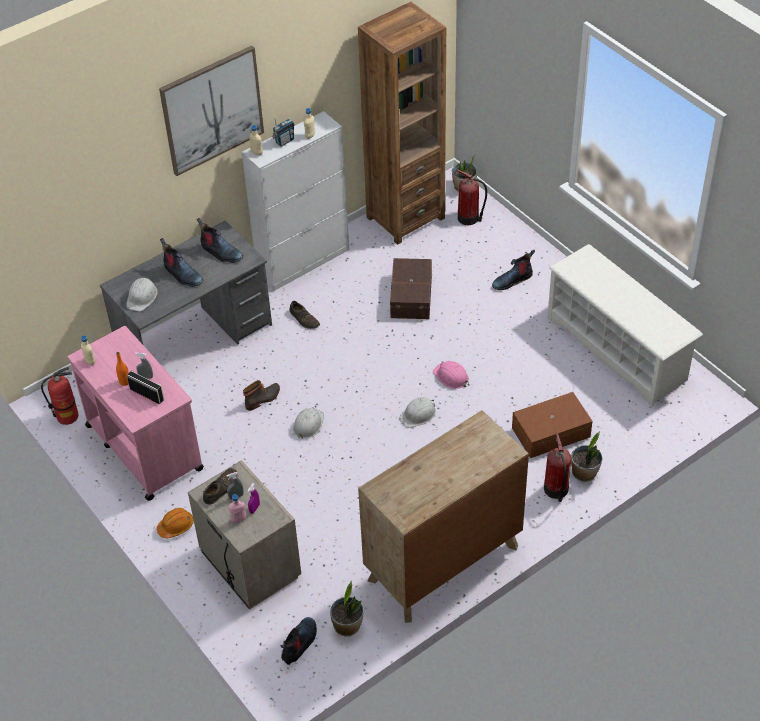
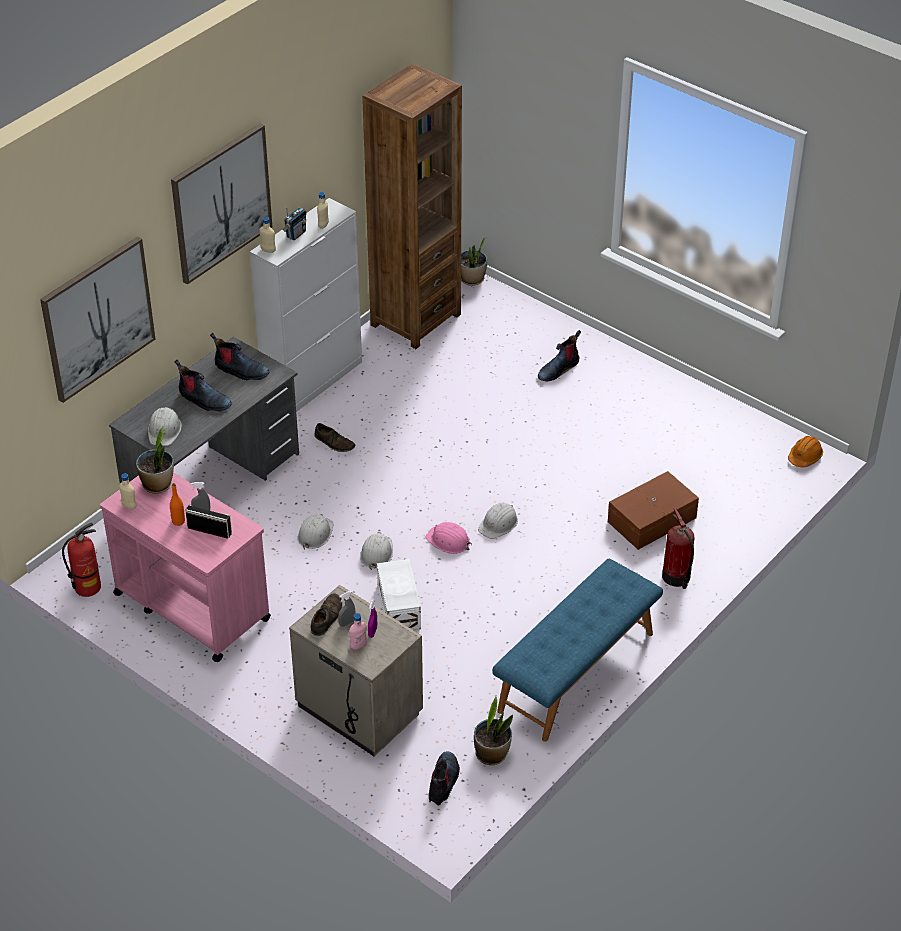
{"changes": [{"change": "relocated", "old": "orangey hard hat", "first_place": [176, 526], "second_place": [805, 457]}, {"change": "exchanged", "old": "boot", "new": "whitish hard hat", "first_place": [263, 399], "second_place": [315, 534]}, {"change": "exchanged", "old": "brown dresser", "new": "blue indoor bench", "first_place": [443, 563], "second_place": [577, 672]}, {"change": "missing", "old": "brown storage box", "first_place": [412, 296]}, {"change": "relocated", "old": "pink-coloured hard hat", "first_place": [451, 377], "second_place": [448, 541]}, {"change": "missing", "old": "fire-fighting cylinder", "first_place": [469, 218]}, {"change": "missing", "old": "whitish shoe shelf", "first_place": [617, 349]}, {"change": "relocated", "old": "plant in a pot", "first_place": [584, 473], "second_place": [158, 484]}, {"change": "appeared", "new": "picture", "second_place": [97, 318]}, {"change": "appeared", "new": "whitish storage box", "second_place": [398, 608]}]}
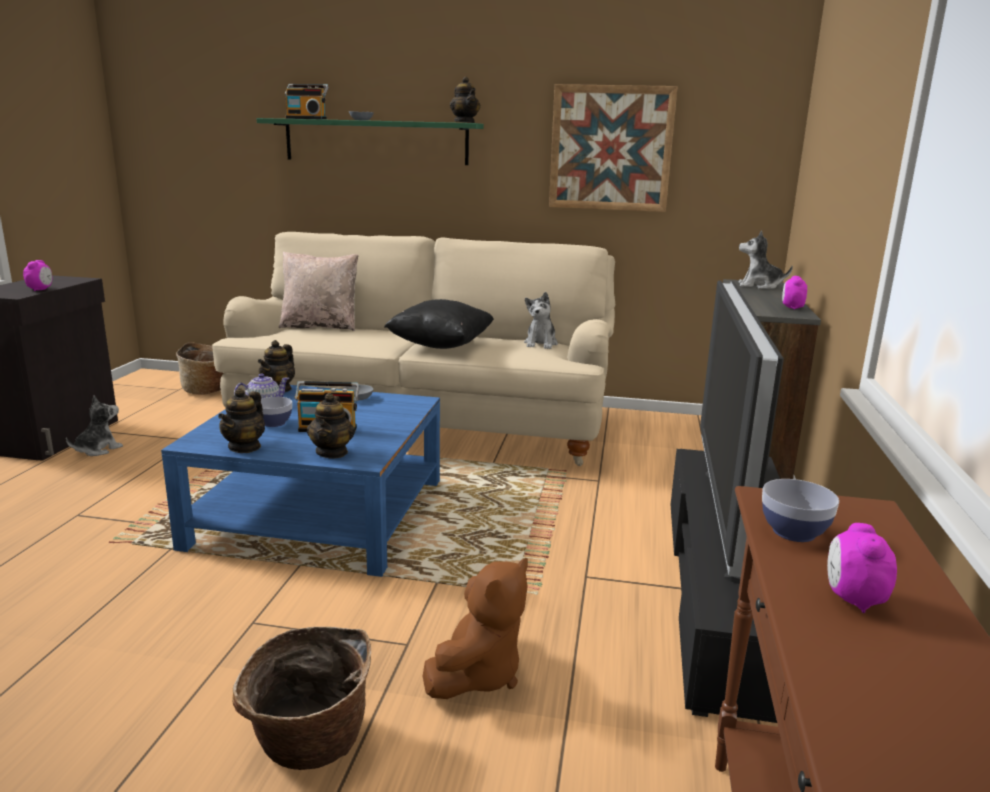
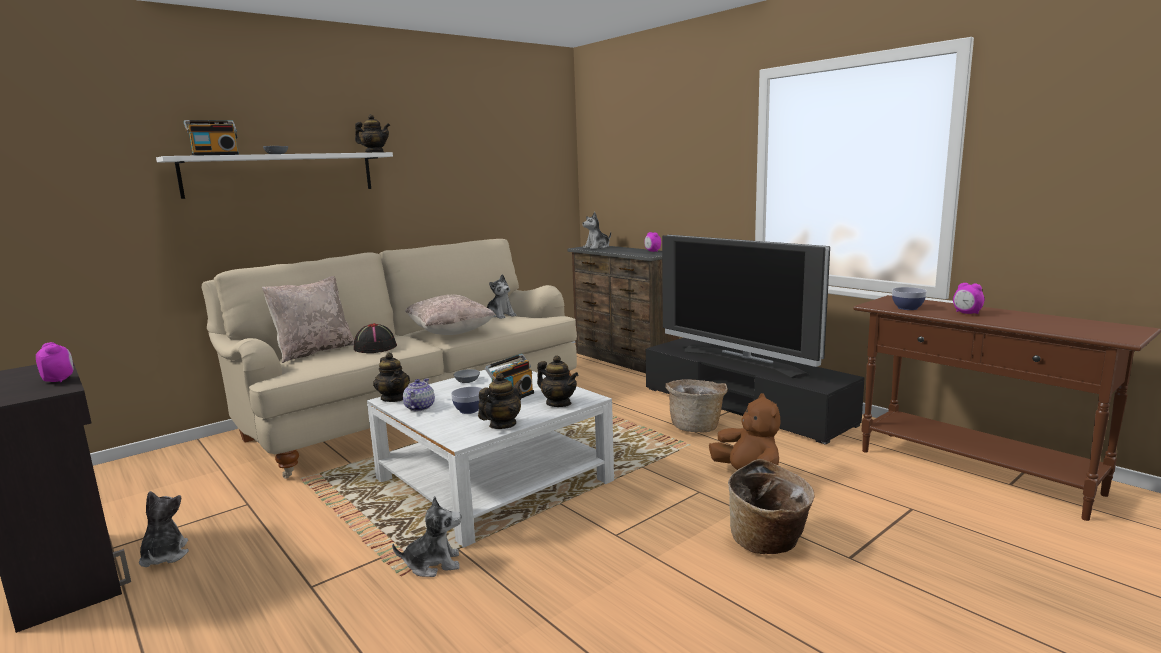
{"changes": [{"change": "colour", "old": "blue low table", "new": "whitish low table", "first_place": [319, 512], "second_place": [493, 480]}, {"change": "relocated", "old": "household basket", "first_place": [208, 390], "second_place": [696, 426]}, {"change": "spun", "old": "teapot", "first_place": [245, 447], "second_place": [502, 425], "degrees": -105}, {"change": "colour", "old": "green-coloured bracket shelf", "new": "whitish bracket shelf", "first_place": [376, 142], "second_place": [281, 174]}, {"change": "colour", "old": "blackish cushion", "new": "beige-coloured cushion", "first_place": [441, 345], "second_place": [450, 333]}, {"change": "missing", "old": "picture", "first_place": [611, 148]}, {"change": "appeared", "new": "blackish wearable hat", "second_place": [375, 347]}, {"change": "appeared", "new": "cuddly toy", "second_place": [433, 564]}]}
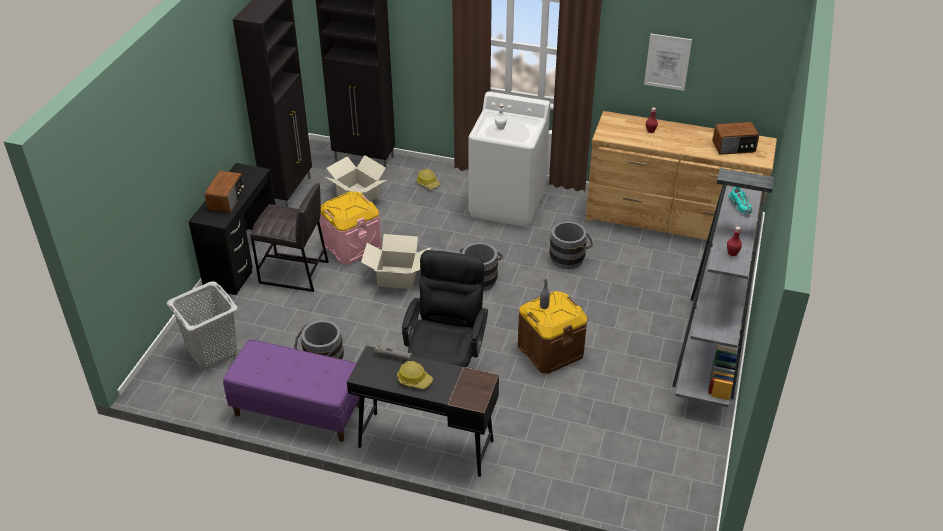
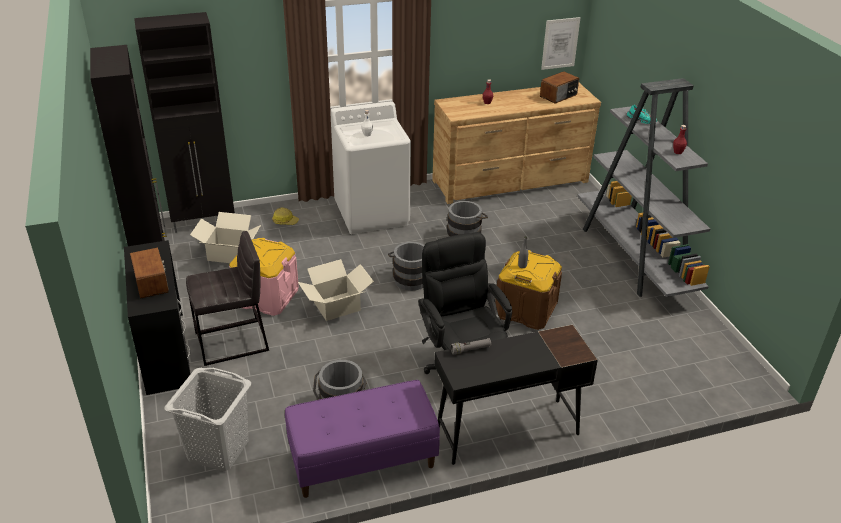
{"changes": [{"change": "missing", "old": "hard hat", "first_place": [414, 379]}, {"change": "relocated", "old": "picture", "first_place": [667, 62], "second_place": [560, 43]}]}
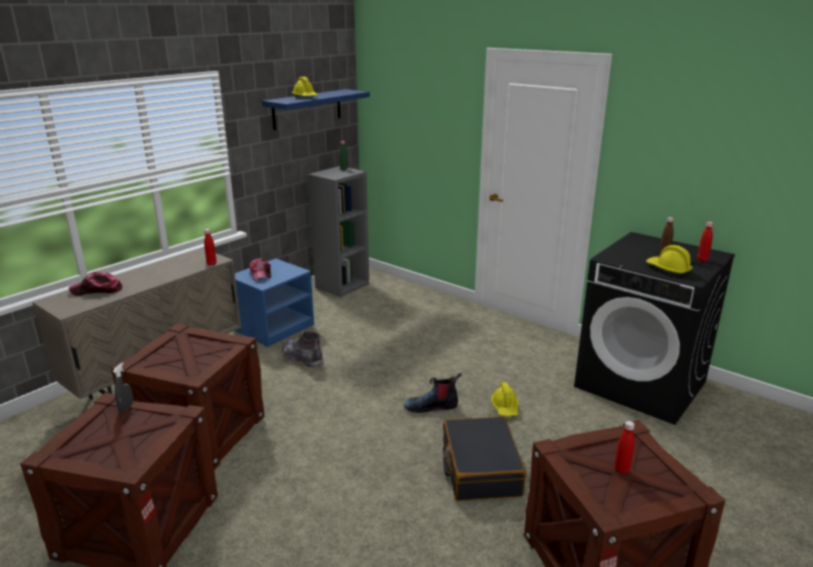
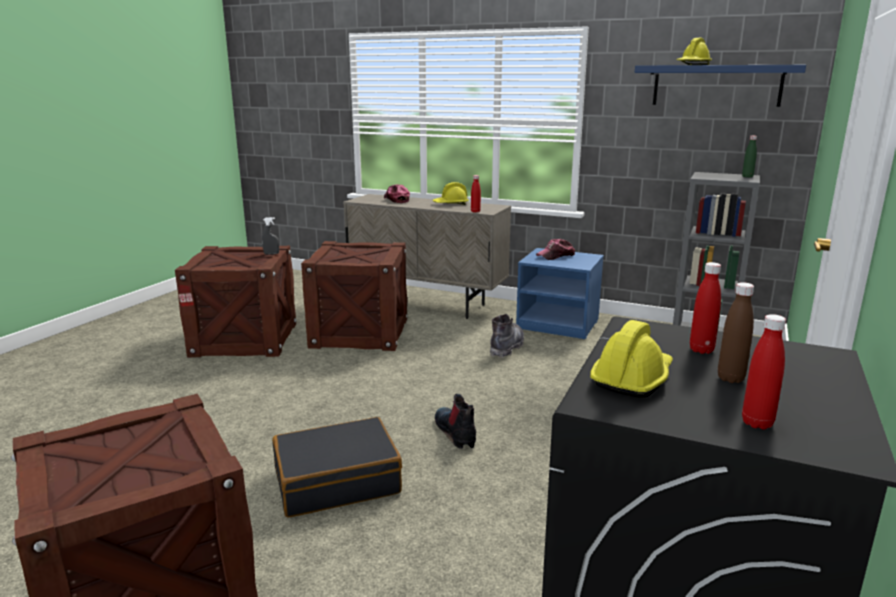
{"changes": [{"change": "relocated", "old": "yellow-coloured hard hat", "first_place": [505, 407], "second_place": [450, 204]}, {"change": "relocated", "old": "red-coloured beverage bottle", "first_place": [621, 470], "second_place": [701, 350]}]}
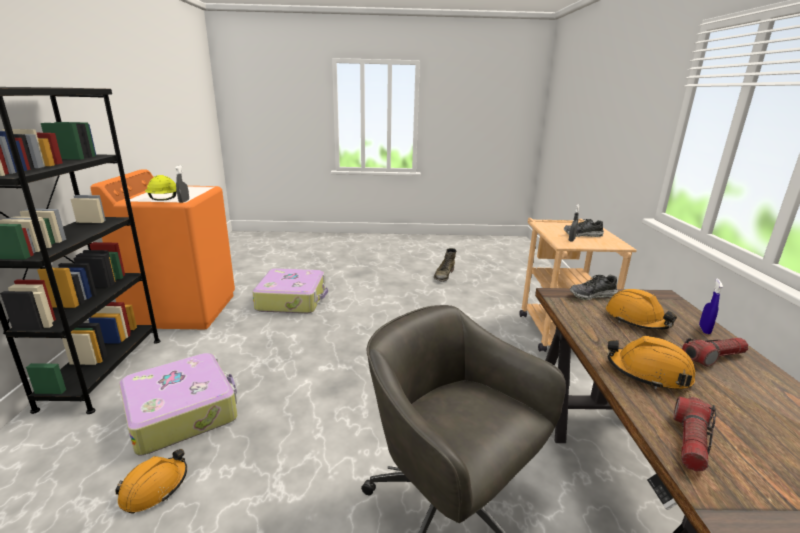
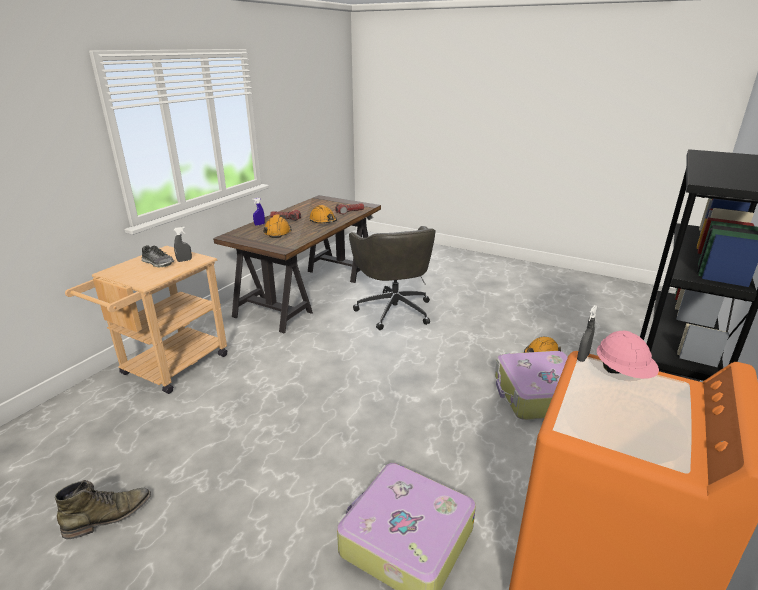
{"changes": [{"change": "colour", "old": "yellow-coloured hard hat", "new": "pink-coloured hard hat", "first_place": [163, 199], "second_place": [623, 373]}, {"change": "missing", "old": "item of footwear", "first_place": [592, 295]}]}
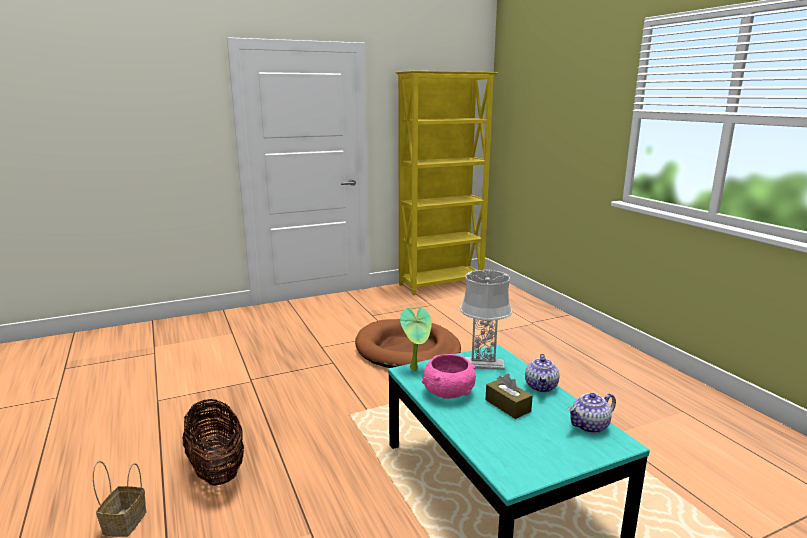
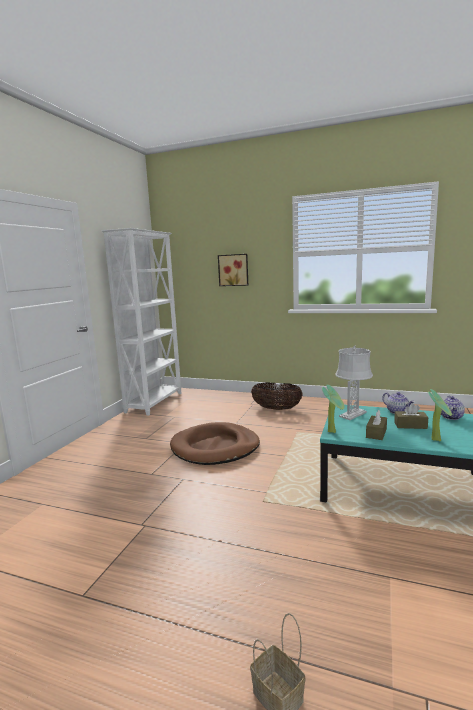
{"changes": [{"change": "relocated", "old": "household basket", "first_place": [217, 468], "second_place": [276, 409]}, {"change": "colour", "old": "yellow-coloured bookcase", "new": "whitish bookcase", "first_place": [442, 284], "second_place": [155, 402]}, {"change": "exchanged", "old": "pink-coloured bowl", "new": "brown tissue holder", "first_place": [448, 392], "second_place": [376, 433]}, {"change": "appeared", "new": "picture", "second_place": [233, 270]}, {"change": "appeared", "new": "plant in a pot", "second_place": [437, 439]}]}
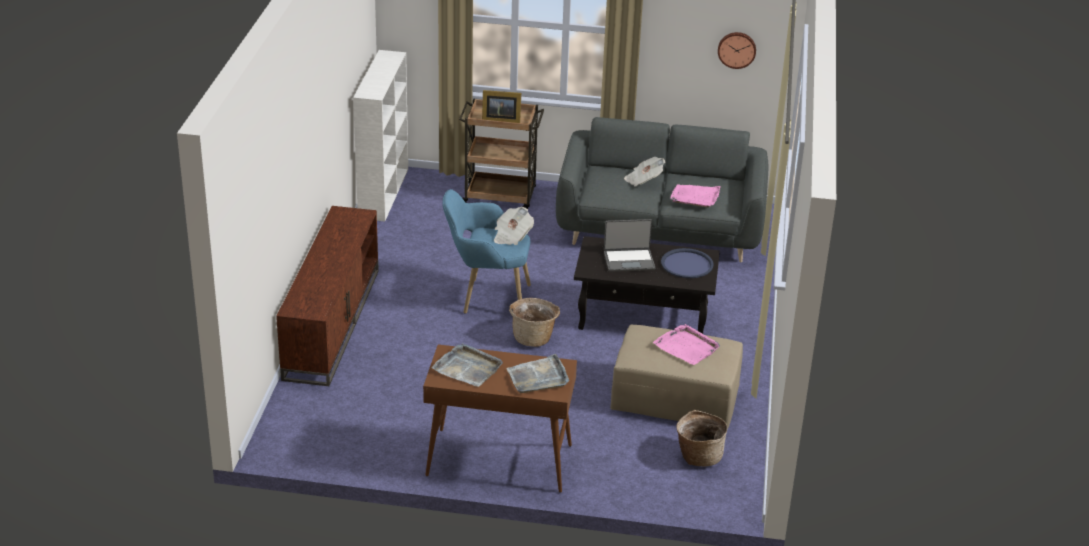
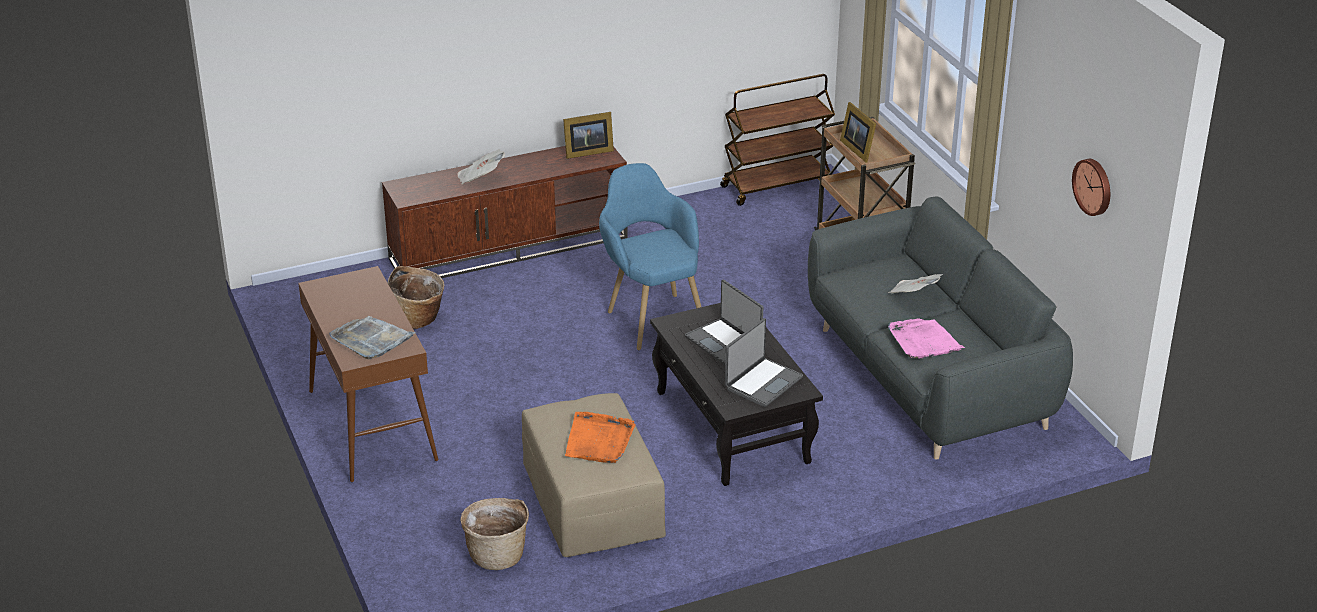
{"changes": [{"change": "exchanged", "old": "whitish bookcase", "new": "brown cart", "first_place": [383, 192], "second_place": [776, 185]}, {"change": "missing", "old": "greyish carrying tray", "first_place": [468, 368]}, {"change": "relocated", "old": "newspaper", "first_place": [512, 236], "second_place": [480, 178]}, {"change": "relocated", "old": "household basket", "first_place": [533, 337], "second_place": [418, 319]}, {"change": "colour", "old": "pink-coloured carrying tray", "new": "orangey carrying tray", "first_place": [687, 347], "second_place": [599, 441]}, {"change": "exchanged", "old": "blue carrying tray", "new": "laptop", "first_place": [687, 264], "second_place": [762, 383]}, {"change": "appeared", "new": "standing frame", "second_place": [586, 152]}]}
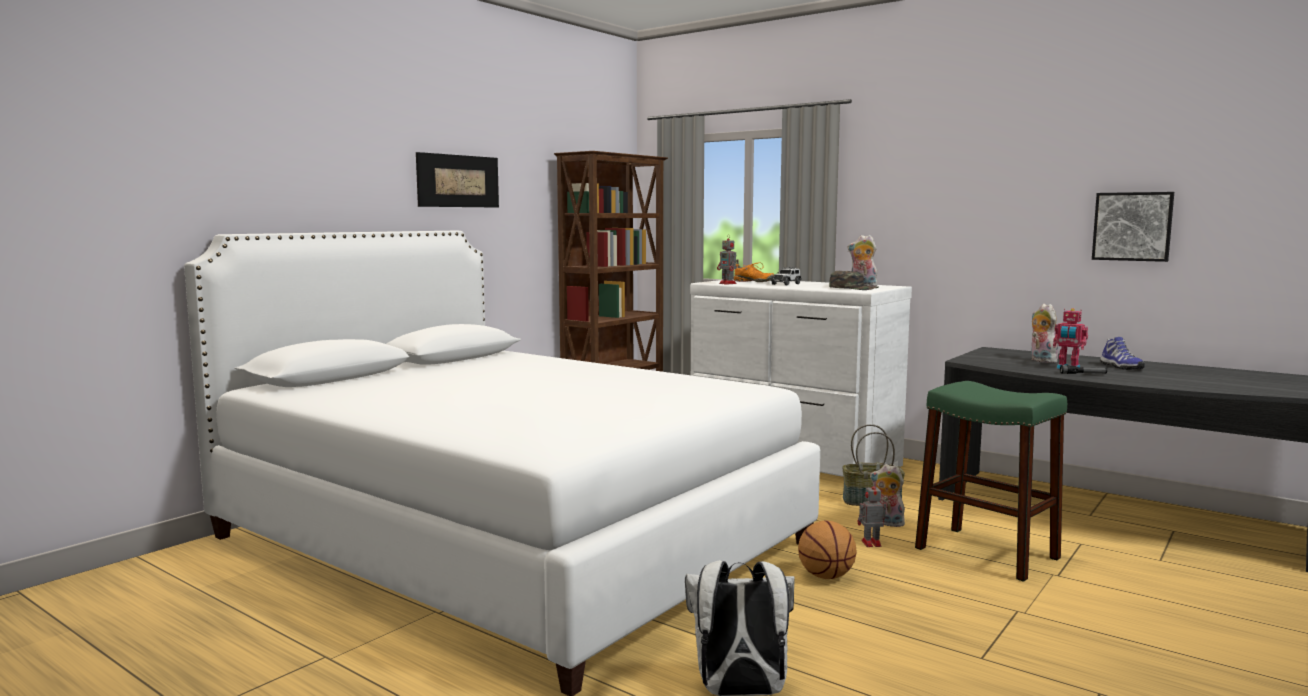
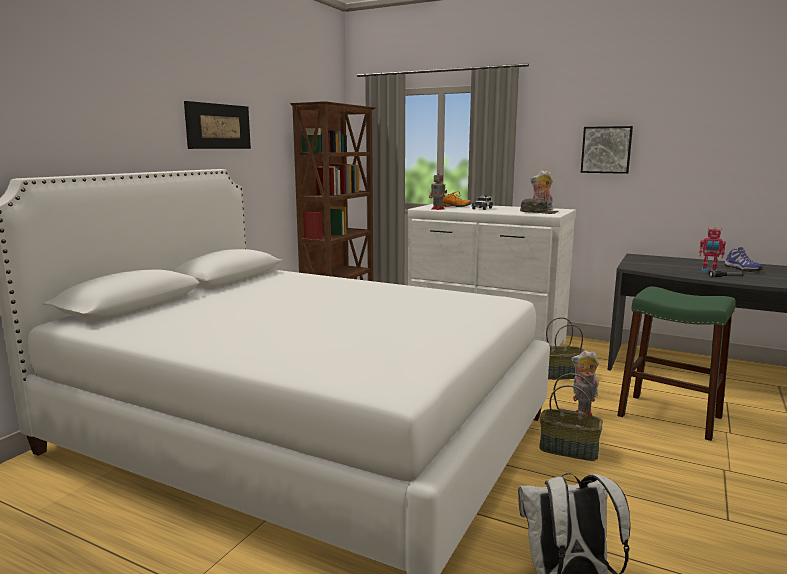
{"changes": [{"change": "exchanged", "old": "ball for basketball", "new": "household basket", "first_place": [826, 577], "second_place": [569, 449]}, {"change": "missing", "old": "cuddly toy", "first_place": [1041, 360]}, {"change": "relocated", "old": "picture", "first_place": [1132, 226], "second_place": [606, 150]}]}
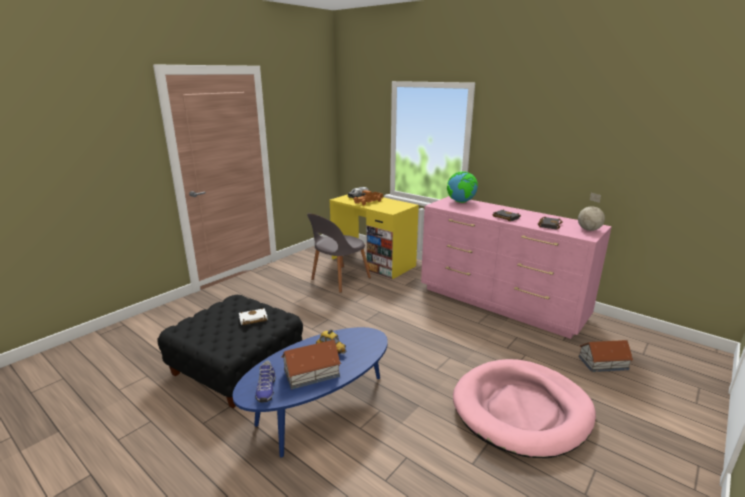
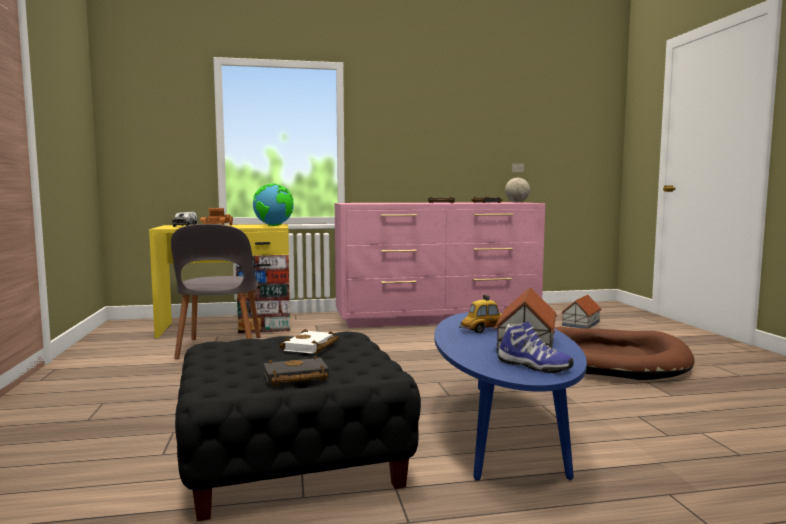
{"changes": [{"change": "relocated", "old": "world globe", "first_place": [461, 202], "second_place": [274, 225]}, {"change": "colour", "old": "pink-coloured pet bed", "new": "brown pet bed", "first_place": [521, 410], "second_place": [612, 359]}, {"change": "appeared", "new": "blackish bound book", "second_place": [294, 378]}]}
